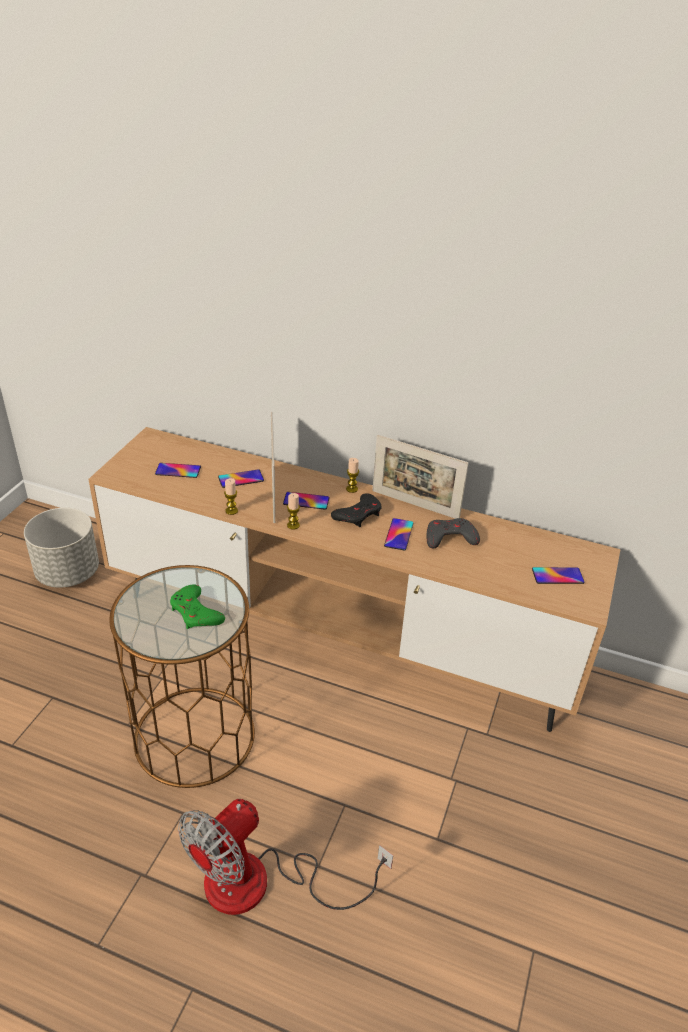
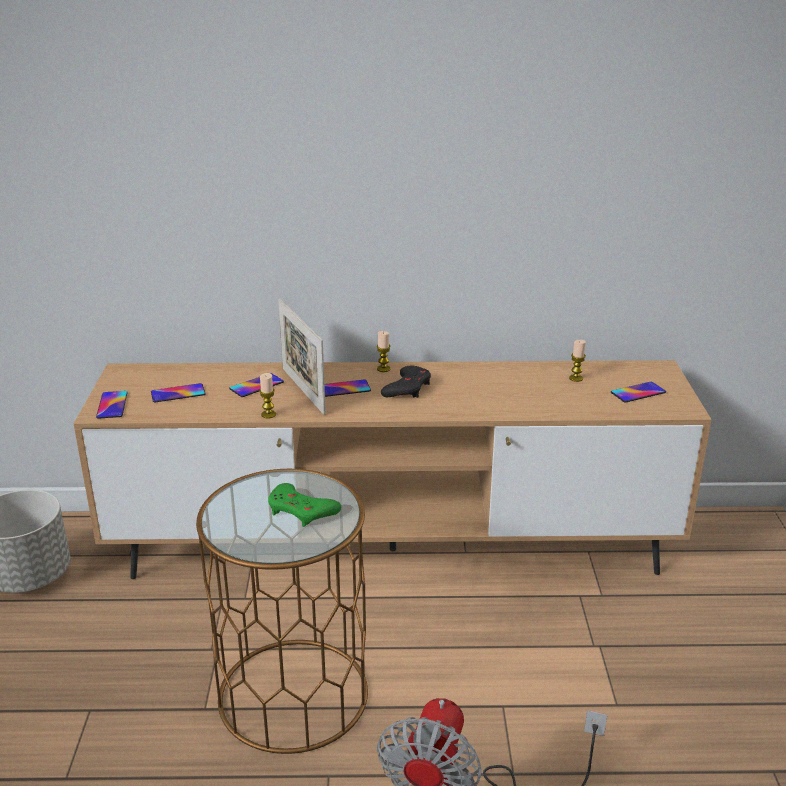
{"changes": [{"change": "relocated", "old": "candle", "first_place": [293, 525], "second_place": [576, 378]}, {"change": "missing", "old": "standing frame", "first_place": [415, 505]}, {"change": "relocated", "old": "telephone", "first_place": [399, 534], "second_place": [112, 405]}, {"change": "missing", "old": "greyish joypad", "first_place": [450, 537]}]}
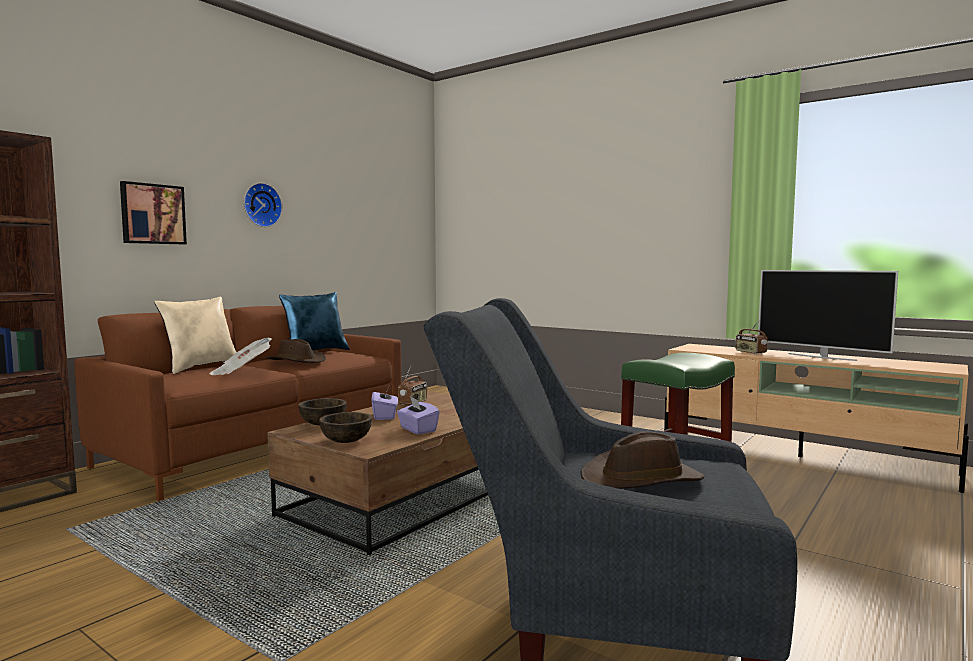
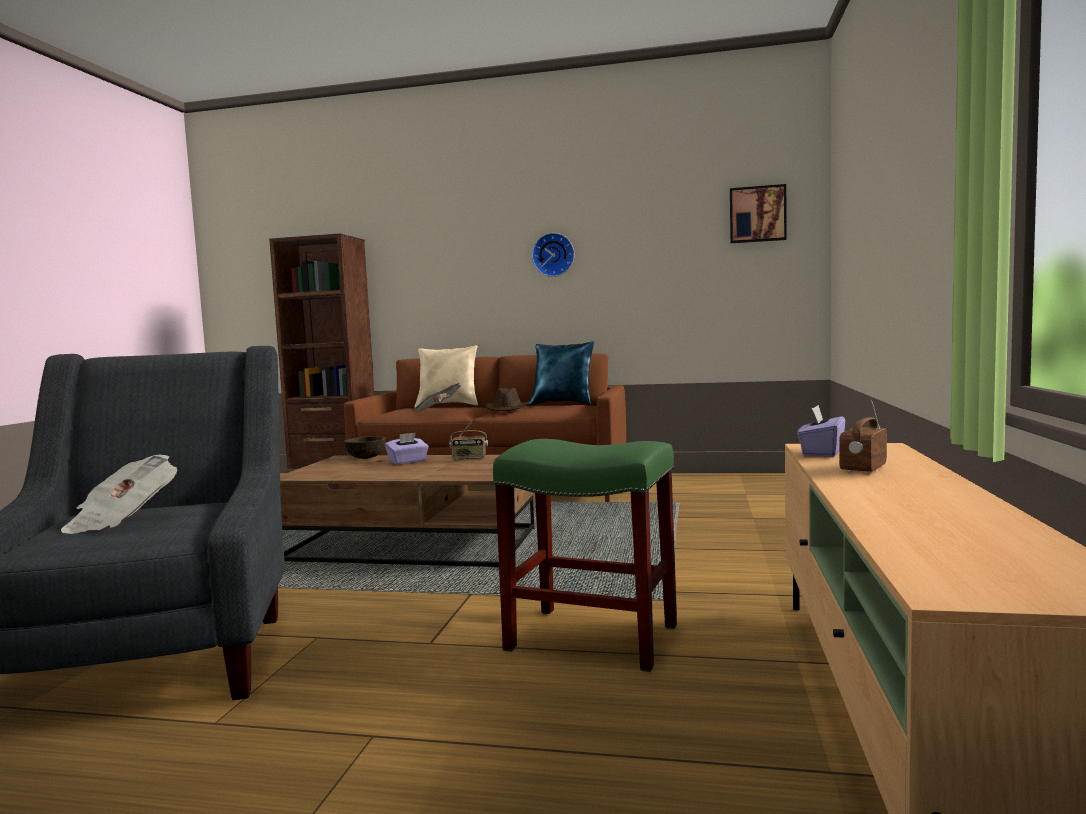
{"changes": [{"change": "relocated", "old": "picture", "first_place": [152, 214], "second_place": [757, 214]}, {"change": "missing", "old": "brown bowl", "first_place": [346, 441]}, {"change": "relocated", "old": "purple-coloured tissue holder", "first_place": [417, 430], "second_place": [821, 453]}, {"change": "exchanged", "old": "brown wearable hat", "new": "newspaper", "first_place": [642, 479], "second_place": [122, 521]}, {"change": "missing", "old": "TV", "first_place": [821, 357]}]}
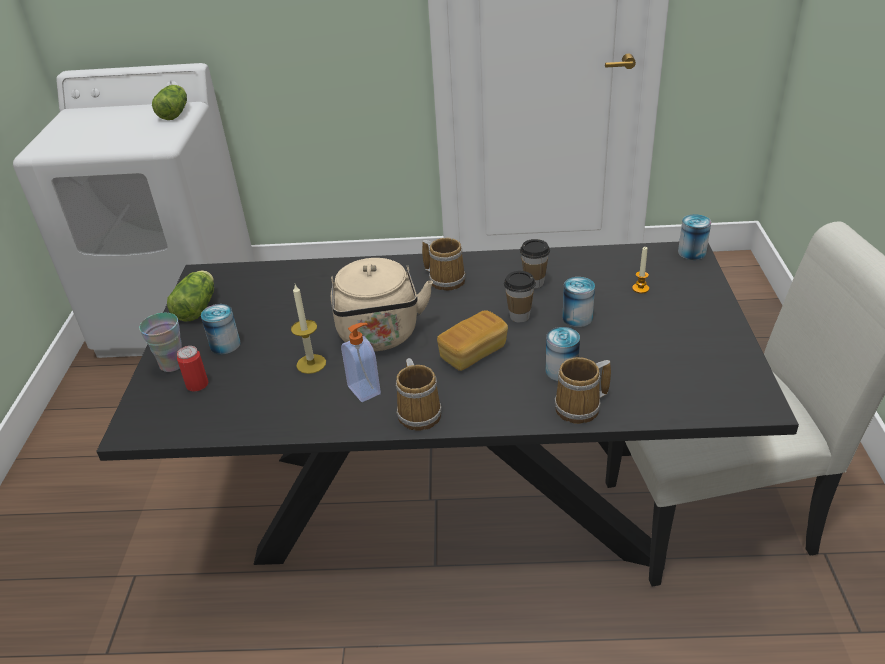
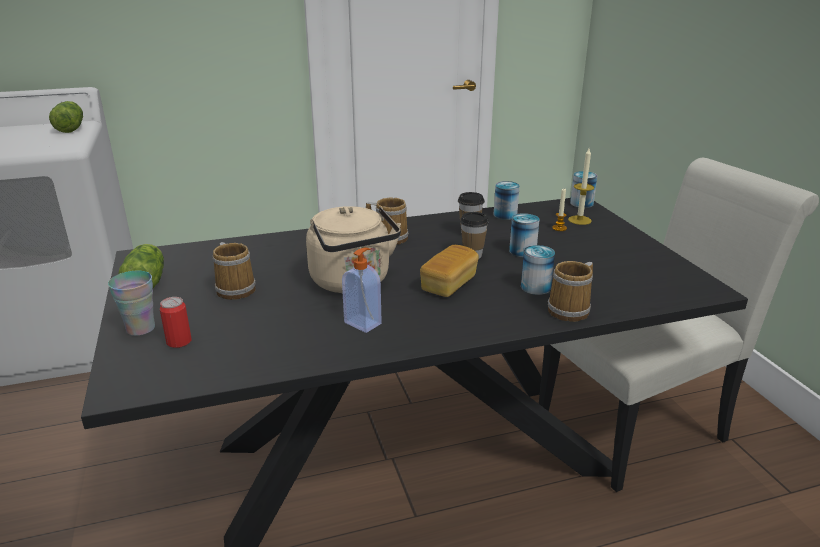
{"changes": [{"change": "relocated", "old": "metal can", "first_place": [225, 345], "second_place": [505, 215]}, {"change": "relocated", "old": "candle", "first_place": [311, 364], "second_place": [579, 220]}, {"change": "relocated", "old": "tea mug", "first_place": [420, 412], "second_place": [236, 288]}]}
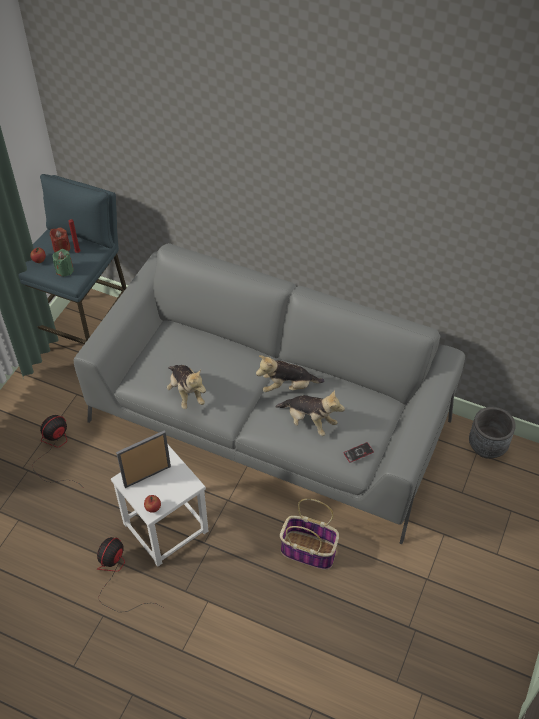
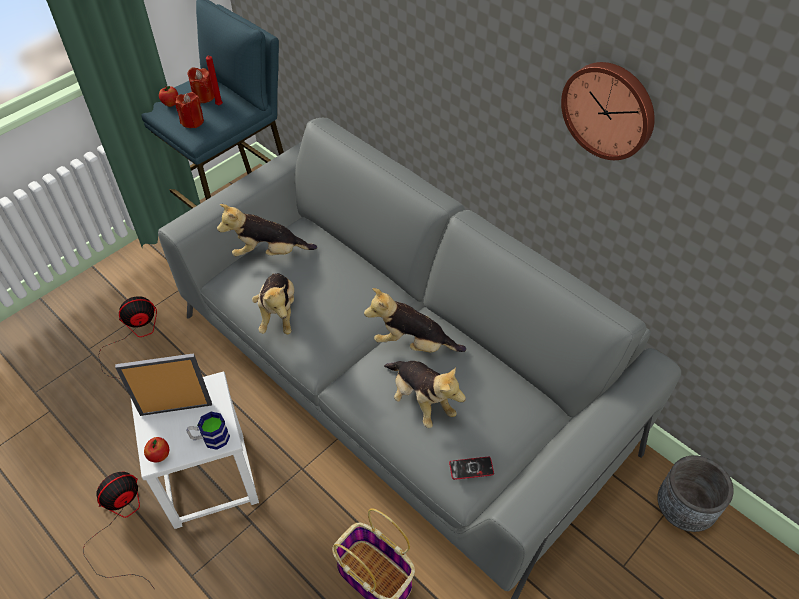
{"changes": [{"change": "colour", "old": "green-coloured candle", "new": "red-coloured candle", "first_place": [65, 270], "second_place": [192, 121]}, {"change": "appeared", "new": "tea mug", "second_place": [210, 438]}, {"change": "appeared", "new": "cuddly toy", "second_place": [269, 252]}, {"change": "appeared", "new": "wall clock", "second_place": [609, 109]}]}
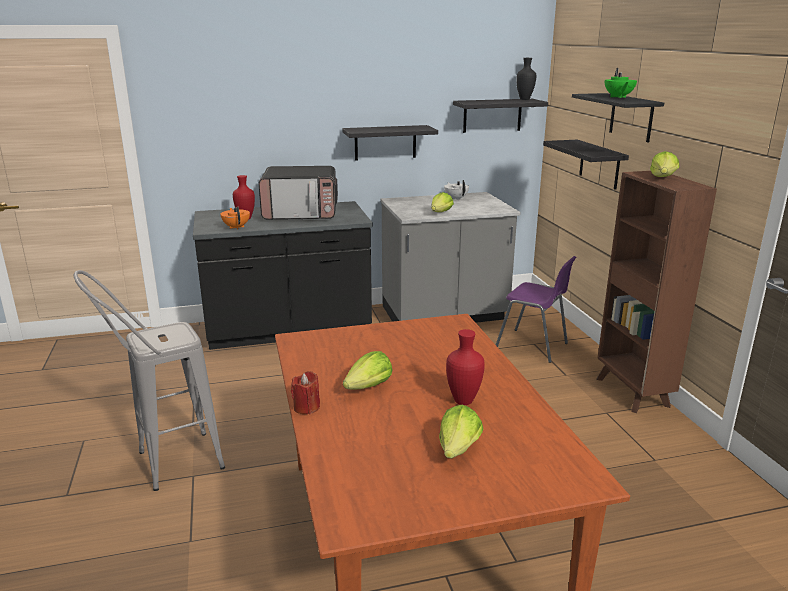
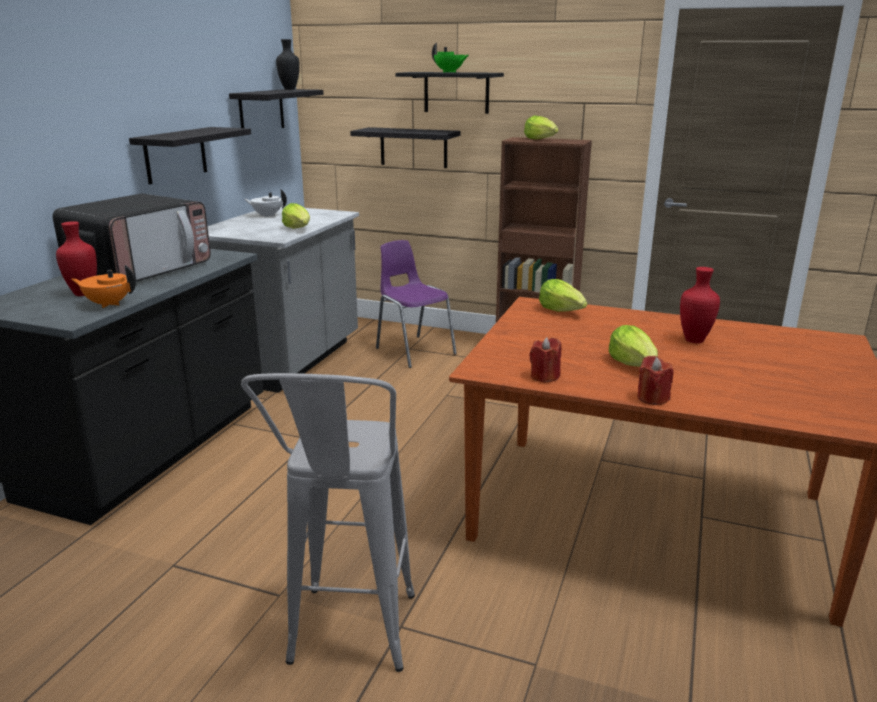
{"changes": [{"change": "relocated", "old": "lettuce", "first_place": [458, 448], "second_place": [562, 311]}, {"change": "spun", "old": "purple-coloured chair", "first_place": [533, 346], "second_place": [414, 350], "degrees": -105}, {"change": "appeared", "new": "red-coloured candle", "second_place": [544, 377]}]}
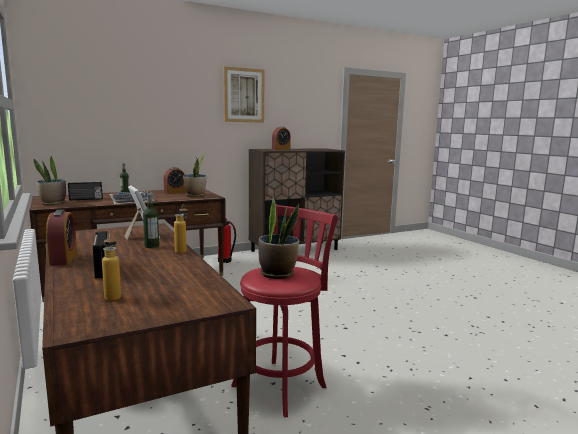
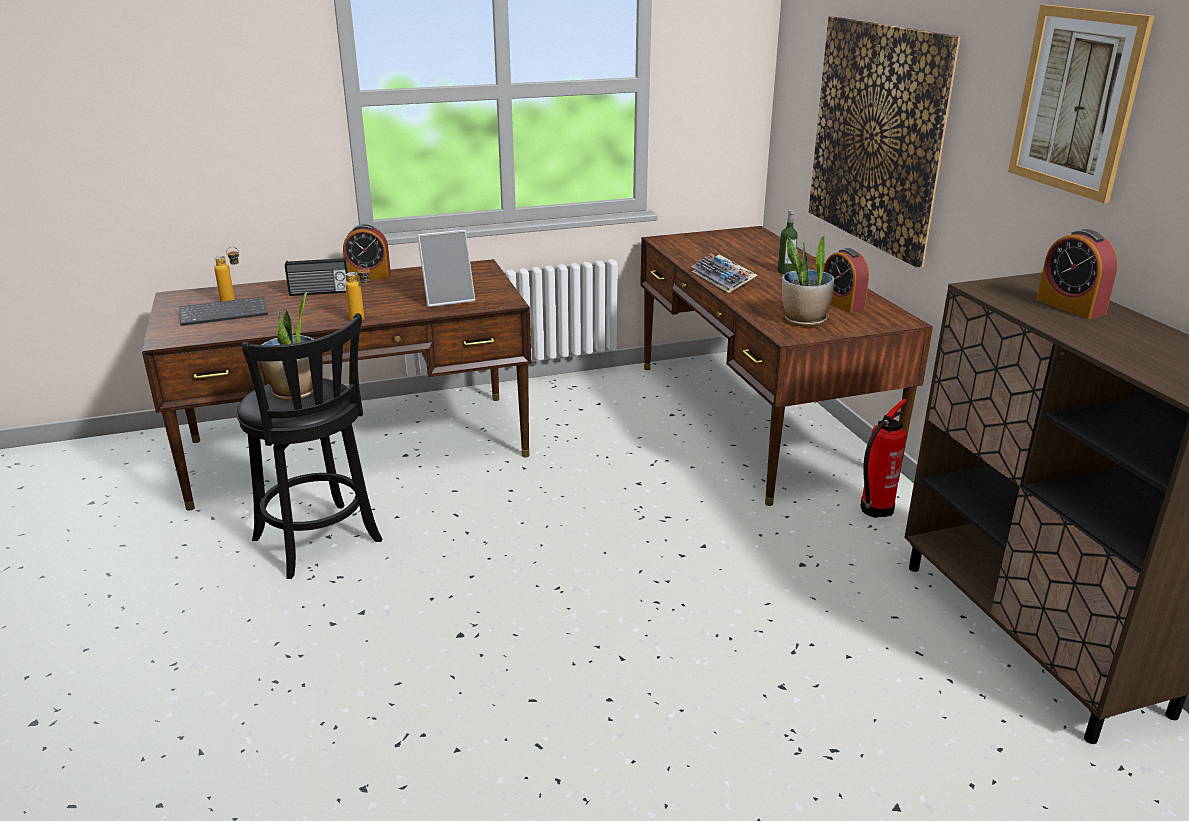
{"changes": [{"change": "missing", "old": "plant in a pot", "first_place": [53, 203]}, {"change": "missing", "old": "radio receiver", "first_place": [86, 199]}, {"change": "missing", "old": "beverage bottle", "first_place": [151, 246]}, {"change": "colour", "old": "red-coloured stool seat", "new": "blackish stool seat", "first_place": [282, 384], "second_place": [320, 543]}, {"change": "appeared", "new": "PC keyboard", "second_place": [225, 313]}, {"change": "appeared", "new": "picture", "second_place": [877, 136]}]}
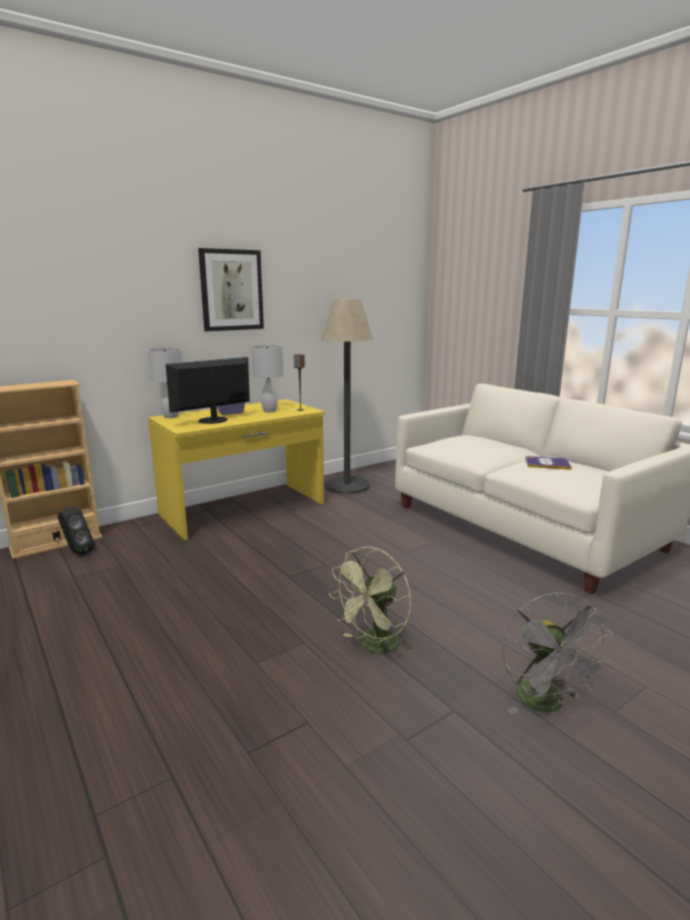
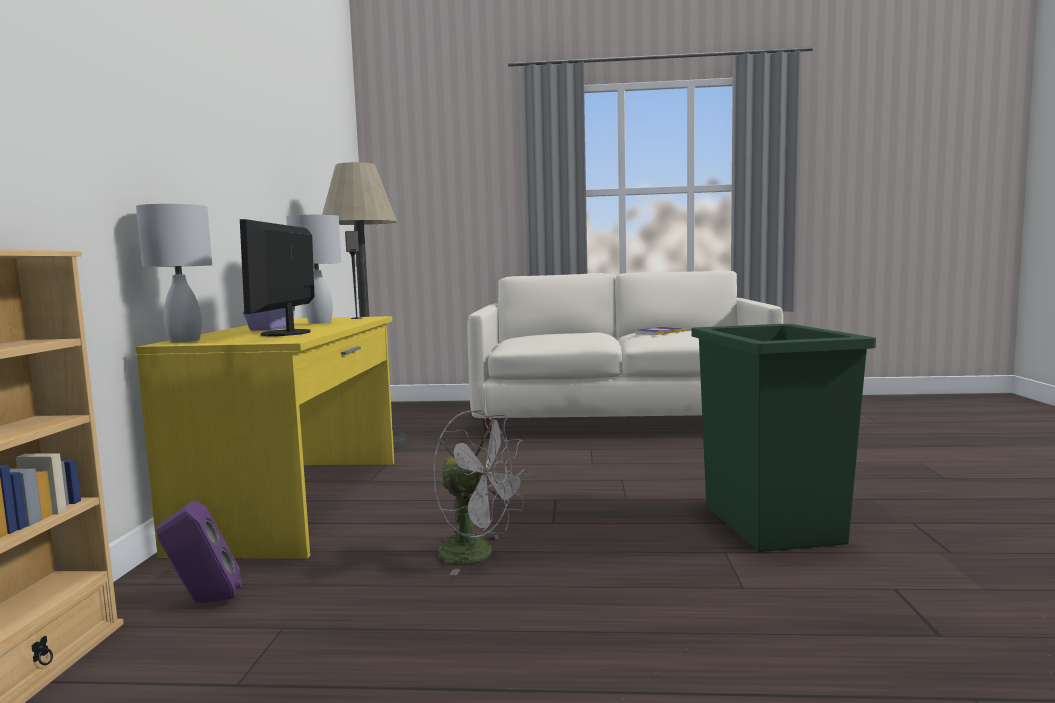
{"changes": [{"change": "missing", "old": "blackish audio speaker", "first_place": [77, 552]}, {"change": "missing", "old": "picture", "first_place": [231, 290]}, {"change": "exchanged", "old": "green-coloured fan", "new": "green-coloured rubbish bin", "first_place": [374, 647], "second_place": [772, 523]}, {"change": "relocated", "old": "greyish fan", "first_place": [546, 704], "second_place": [478, 555]}, {"change": "appeared", "new": "purple-coloured audio speaker", "second_place": [204, 602]}]}
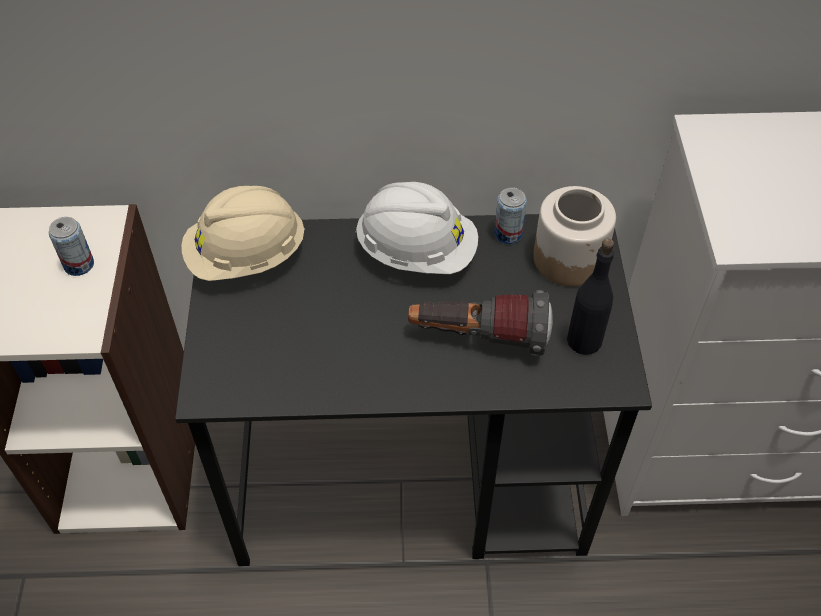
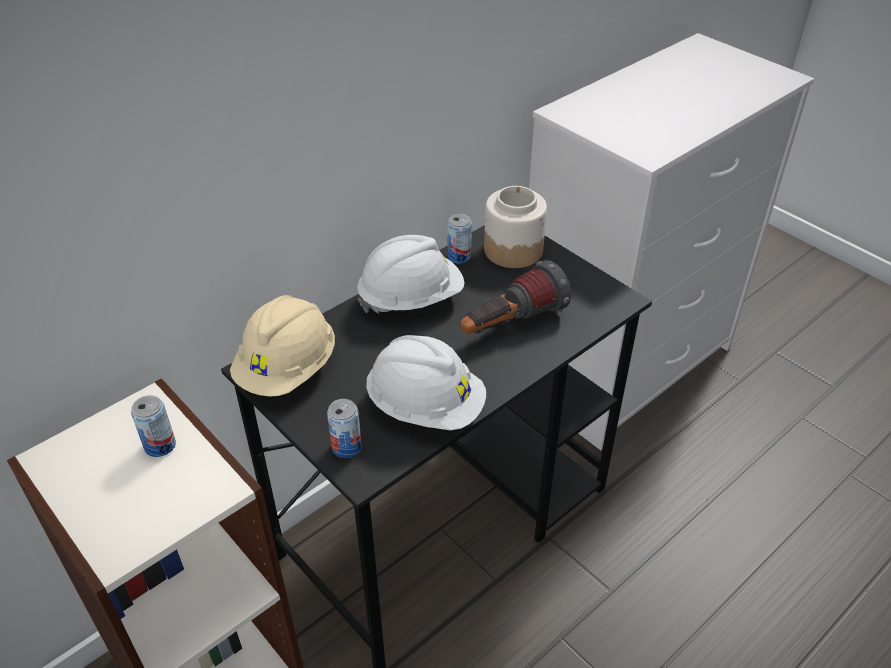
{"changes": [{"change": "missing", "old": "blackish beverage bottle", "first_place": [584, 340]}, {"change": "appeared", "new": "metal can", "second_place": [346, 447]}, {"change": "appeared", "new": "whitish hard hat", "second_place": [425, 407]}]}
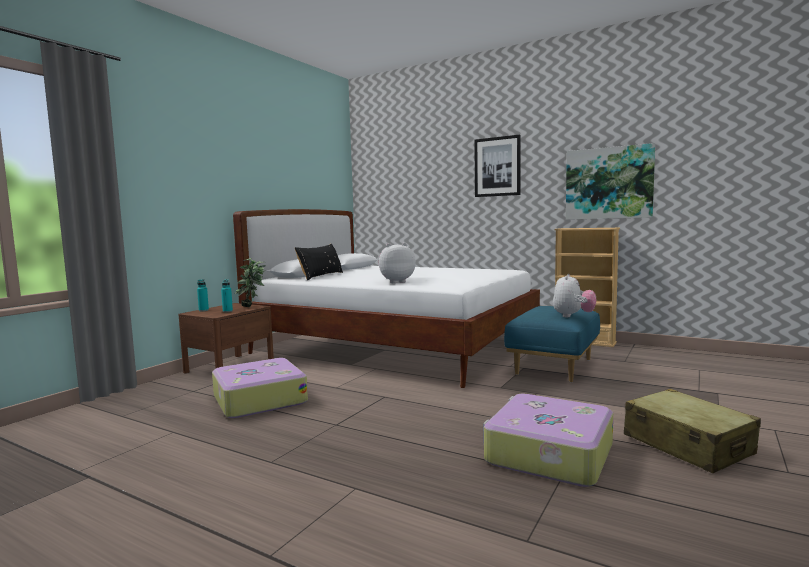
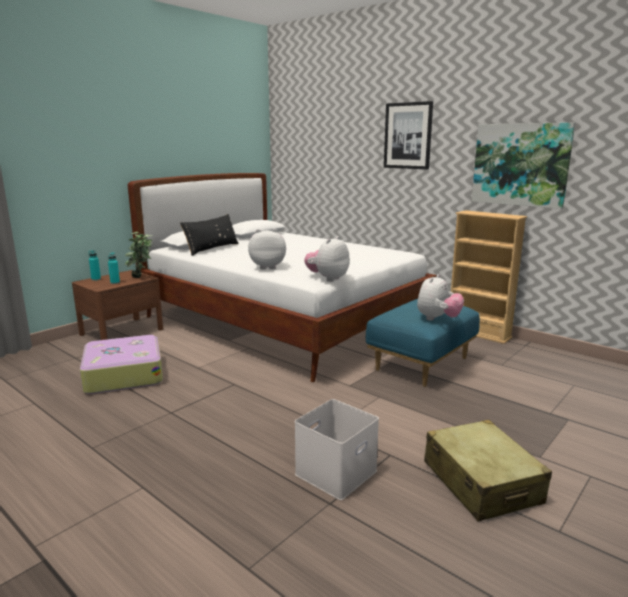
{"changes": [{"change": "exchanged", "old": "piece of luggage", "new": "whitish storage box", "first_place": [547, 454], "second_place": [336, 474]}, {"change": "appeared", "new": "cuddly toy", "second_place": [327, 278]}]}
